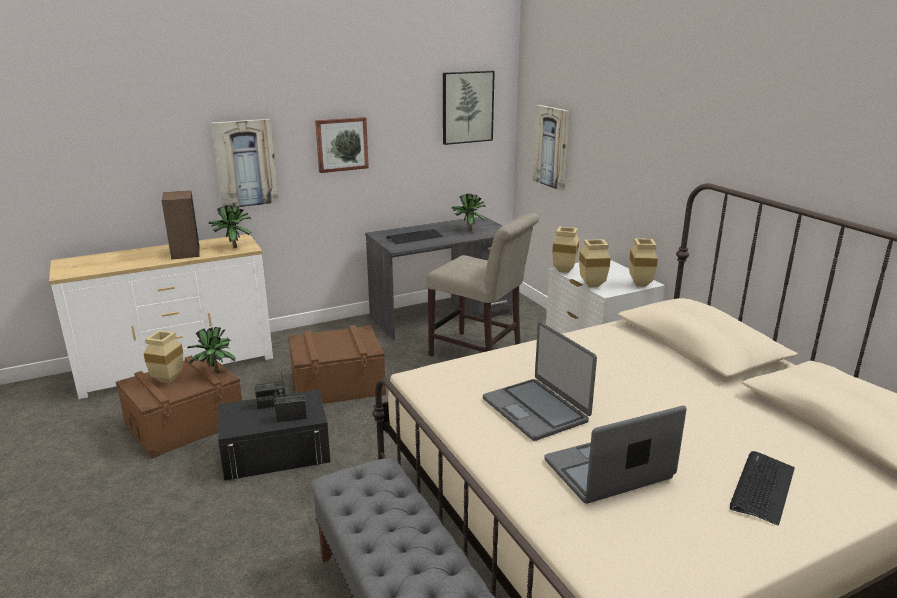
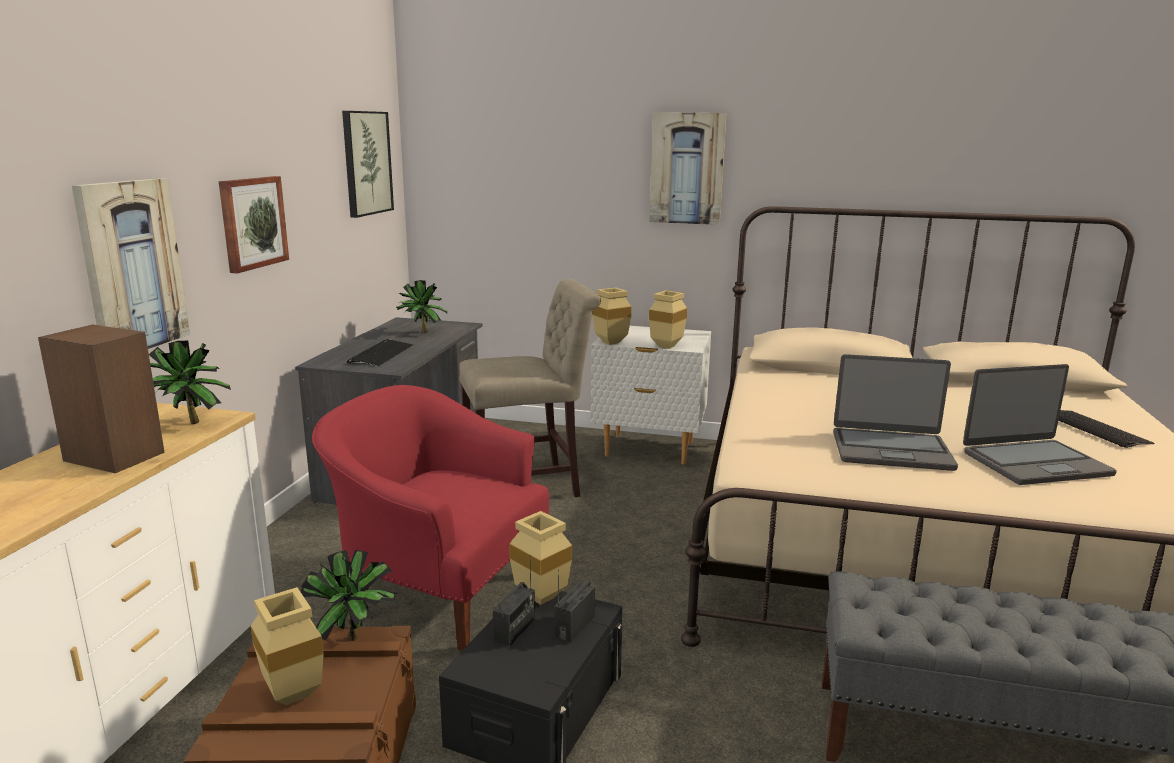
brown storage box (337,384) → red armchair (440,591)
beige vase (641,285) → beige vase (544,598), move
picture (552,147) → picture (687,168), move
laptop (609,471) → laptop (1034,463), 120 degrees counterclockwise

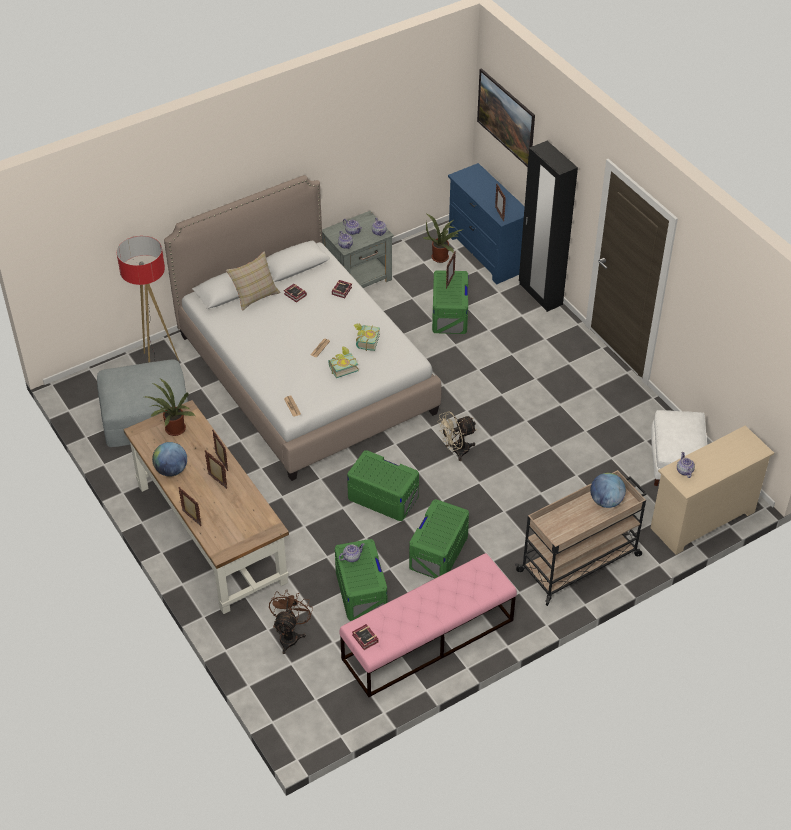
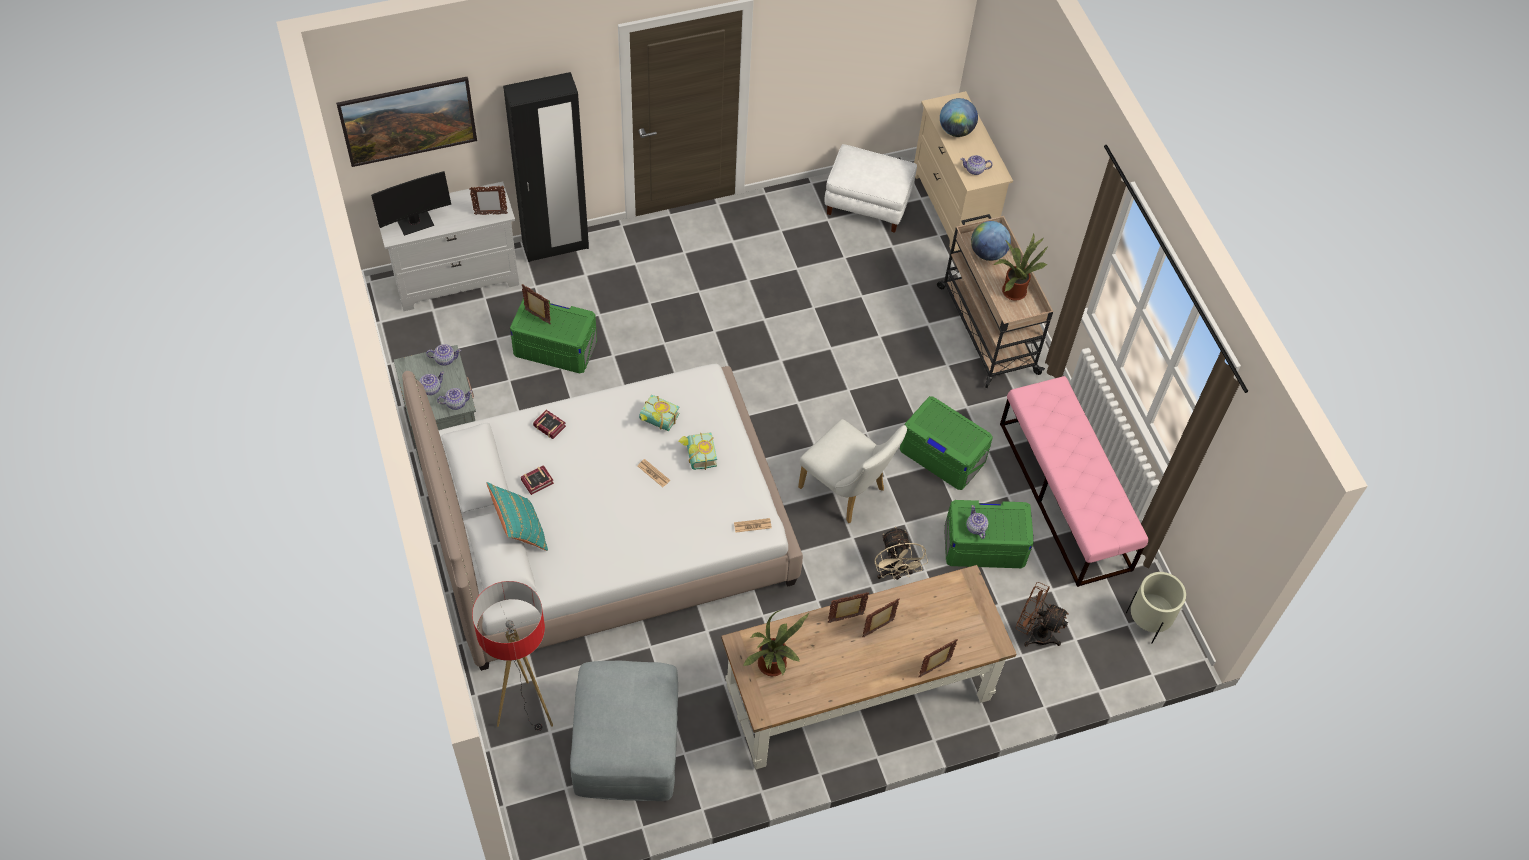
- → monitor (415,222)
blue dresser (486,254) → white dresser (457,280)
beige pillow (255,295) → turquoise pillow (520,530)
green storage box (383,497) → white chair (847,491)
beige fan (456,451) → beige fan (894,572), move
globe (171,470) → globe (956,130), move
potted plant (441,257) → potted plant (1012,289), move
- → beige planter (1147,622)
book (365,639) → -

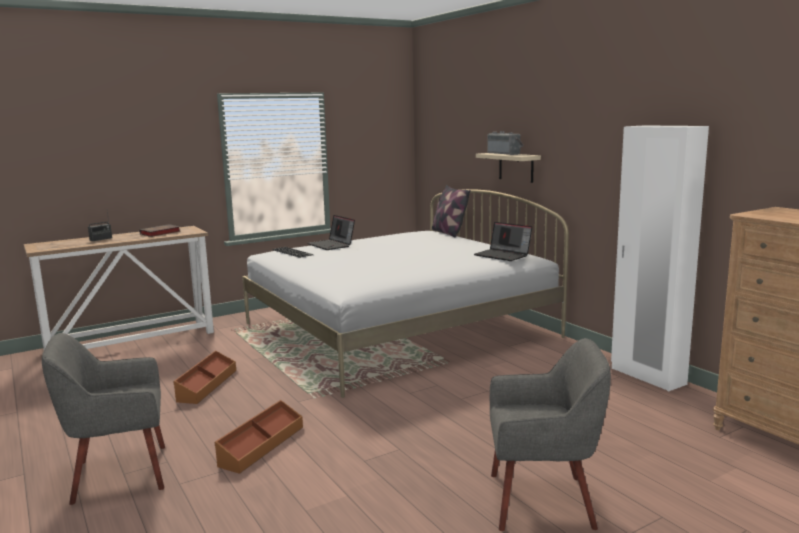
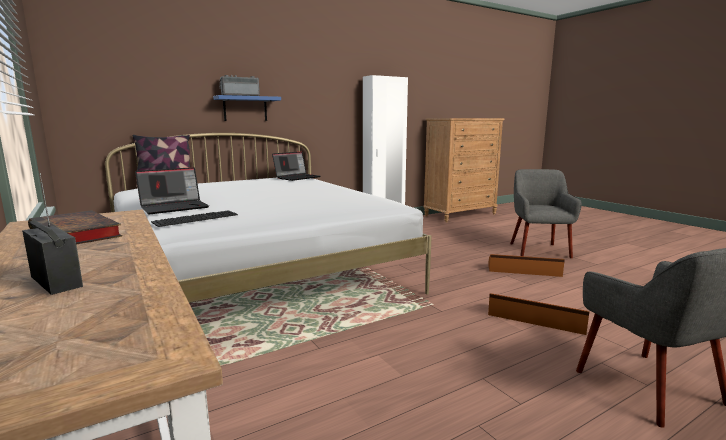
beige shelf (516,167) → blue shelf (245,108)
brown storage box (206,385) → brown storage box (524,271), move

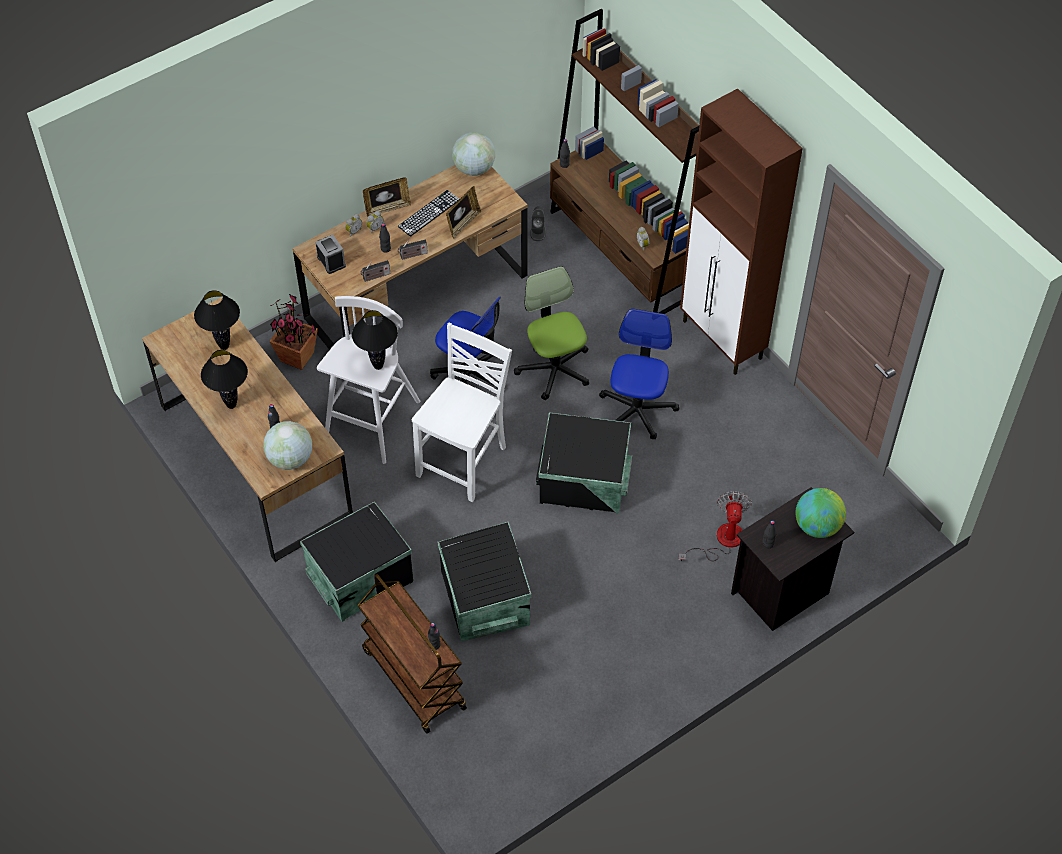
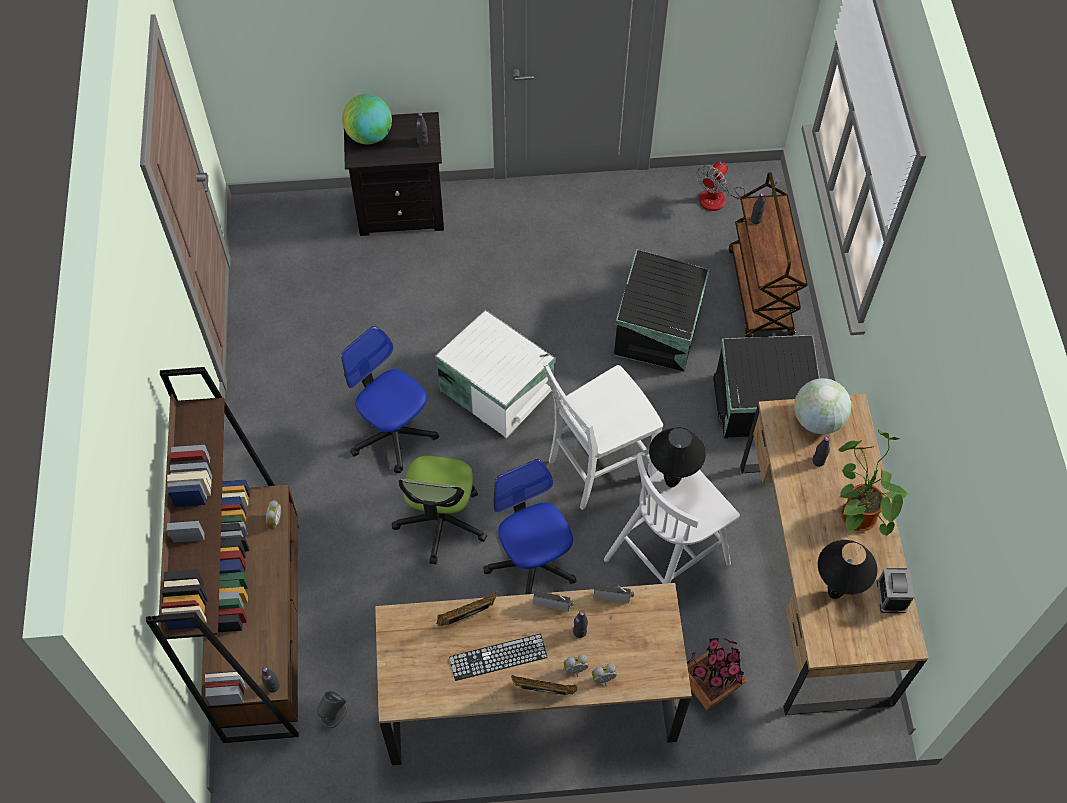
office chair (637,410) → office chair (393,433), 90 degrees clockwise
black storage box (584,481) → white storage box (496,388)
fan (721,541) → fan (722,200), move
black table lamp (231,405) → potted plant (855,513)
alarm clock (331,261) → alarm clock (891,596), move
globe (474,168) → -
brown cabinet (722,340) → -

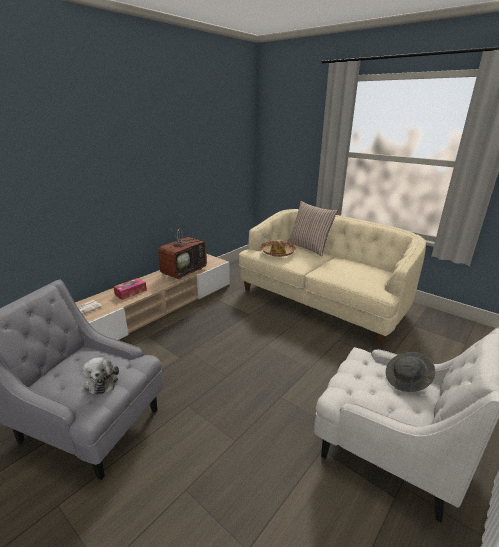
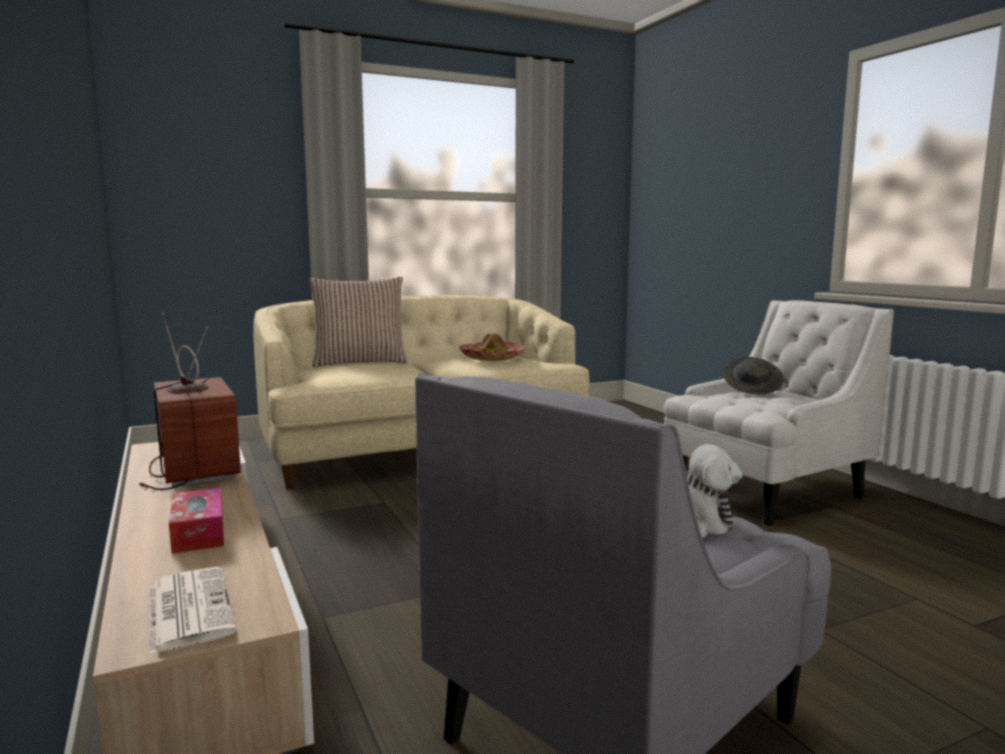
hat (277,252) → hat (492,358), move

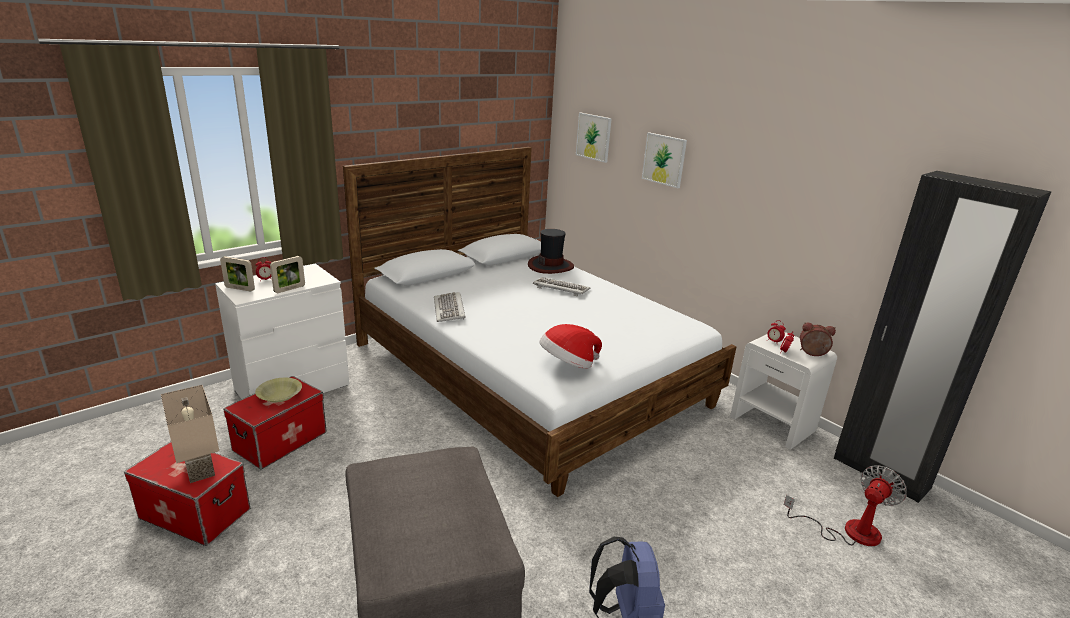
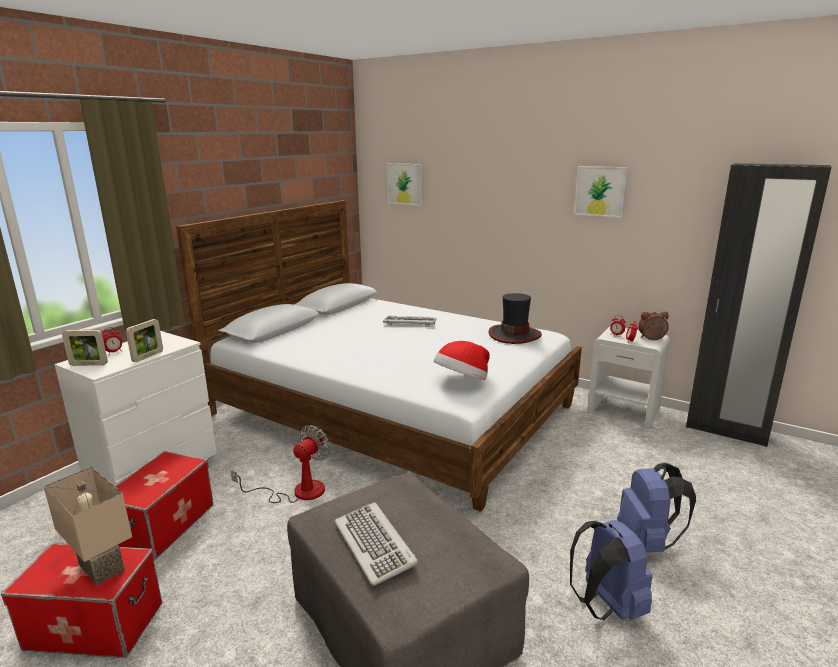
fan (848,531) → fan (297,491), move
keyboard (449,309) → keyboard (375,545), move
hat (550,266) → hat (514,335), move
picture (664,159) → picture (600,191), move
- → blue backpack (647,542)
yellow bowl (280,396) → -

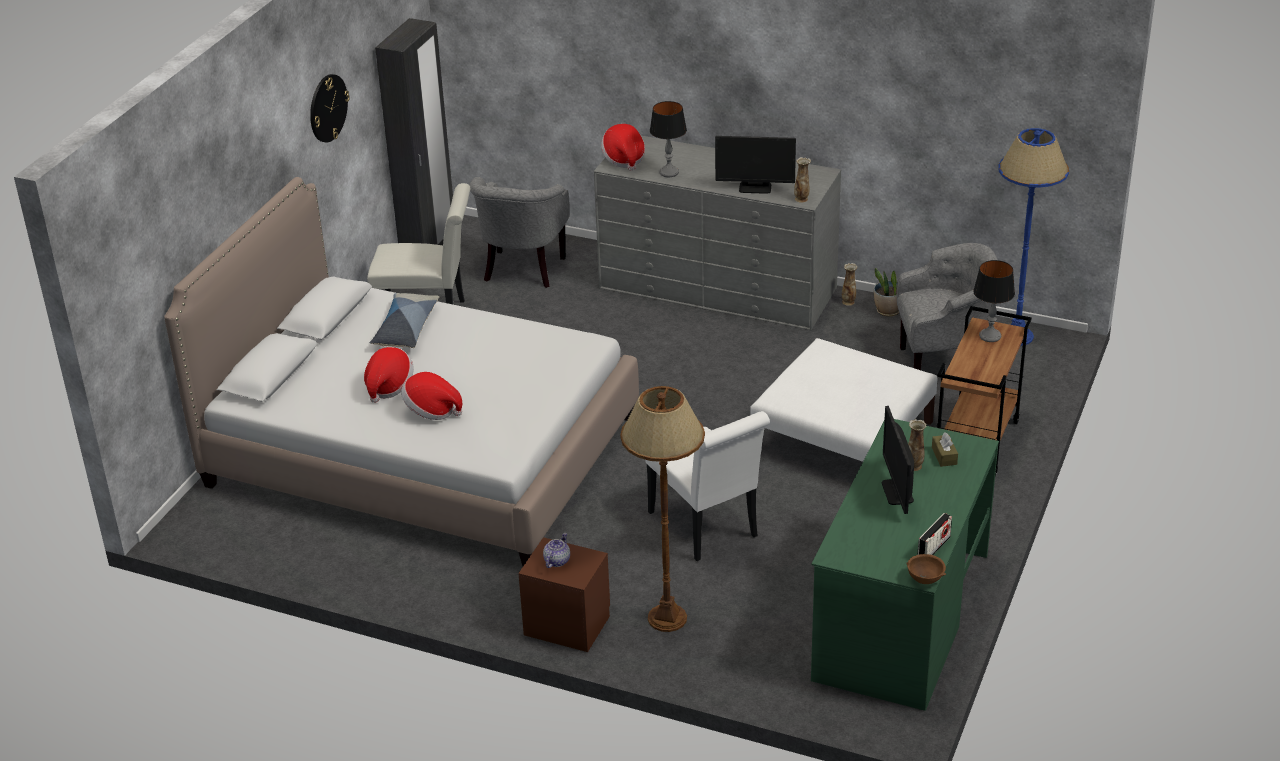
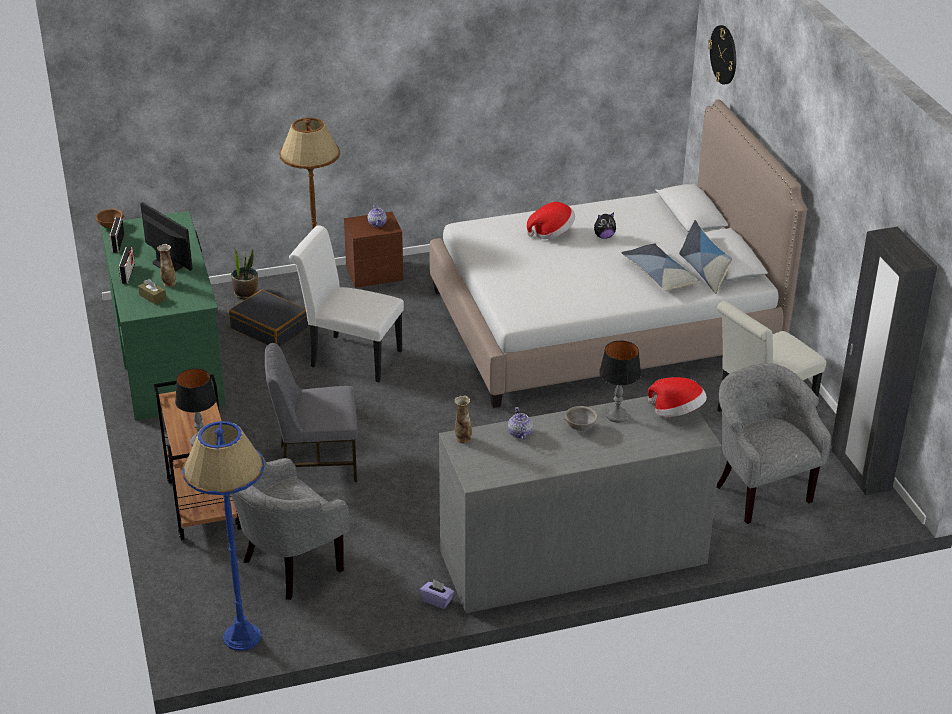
- → radio (128,274)
- → black suitcase (270,328)
potted plant (888,311) → potted plant (246,294), move
white ottoman (843,437) → grey chair (316,462)
vase (848,302) → purple tissue box (437,600)
monitor (755,188) → teapot (519,433)
- → grey bowl (580,427)
hat (389,386) → plush toy (604,236)
- → pillow (703,272)
wall clock (328,108) → wall clock (724,54), move

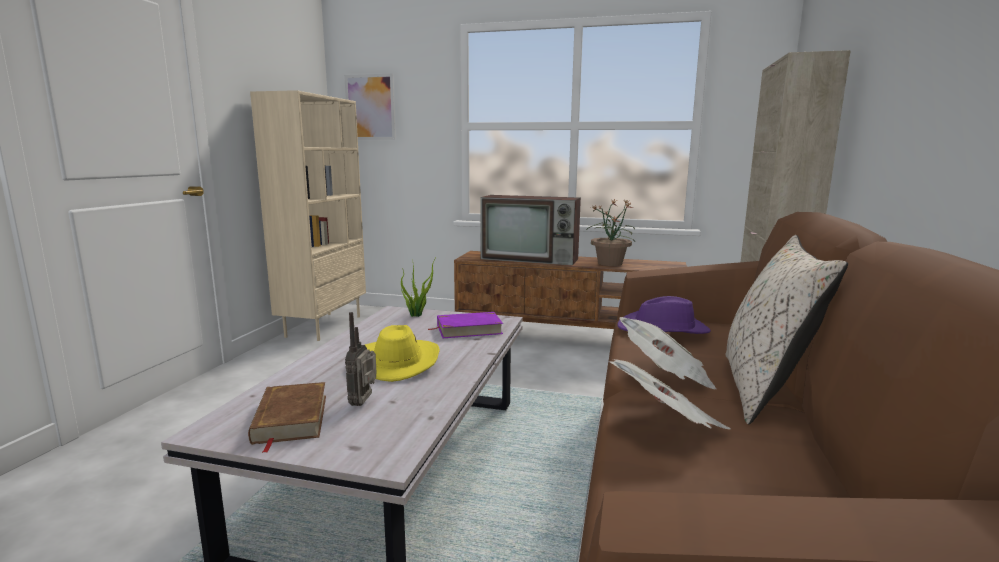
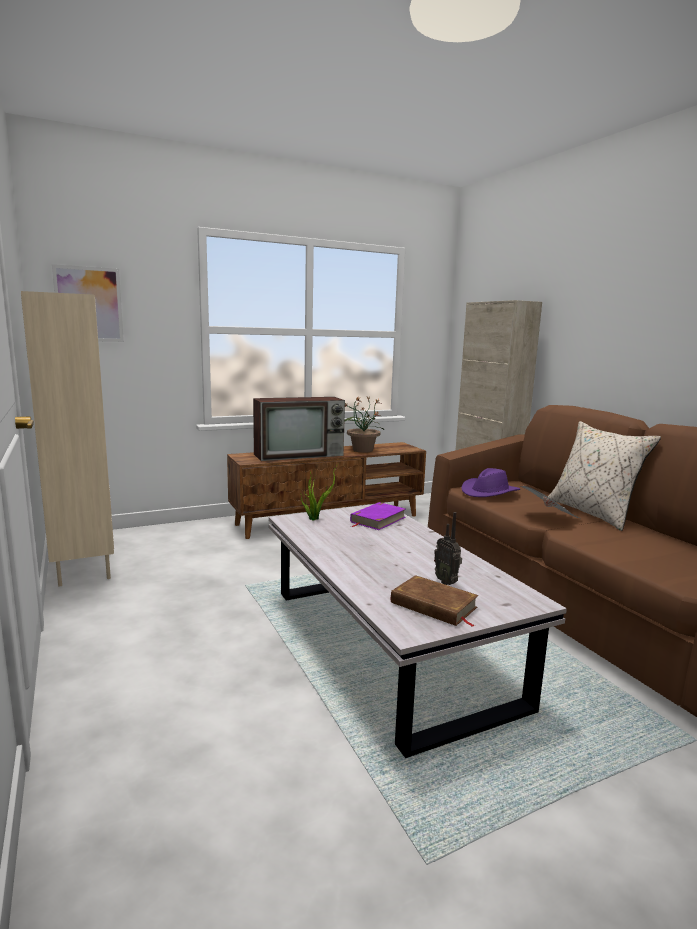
yellow hat (397,362) → -
newspaper (666,423) → -

